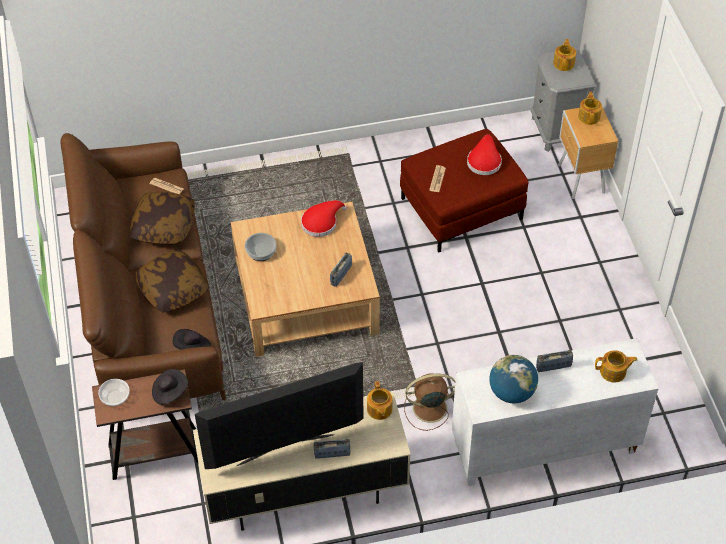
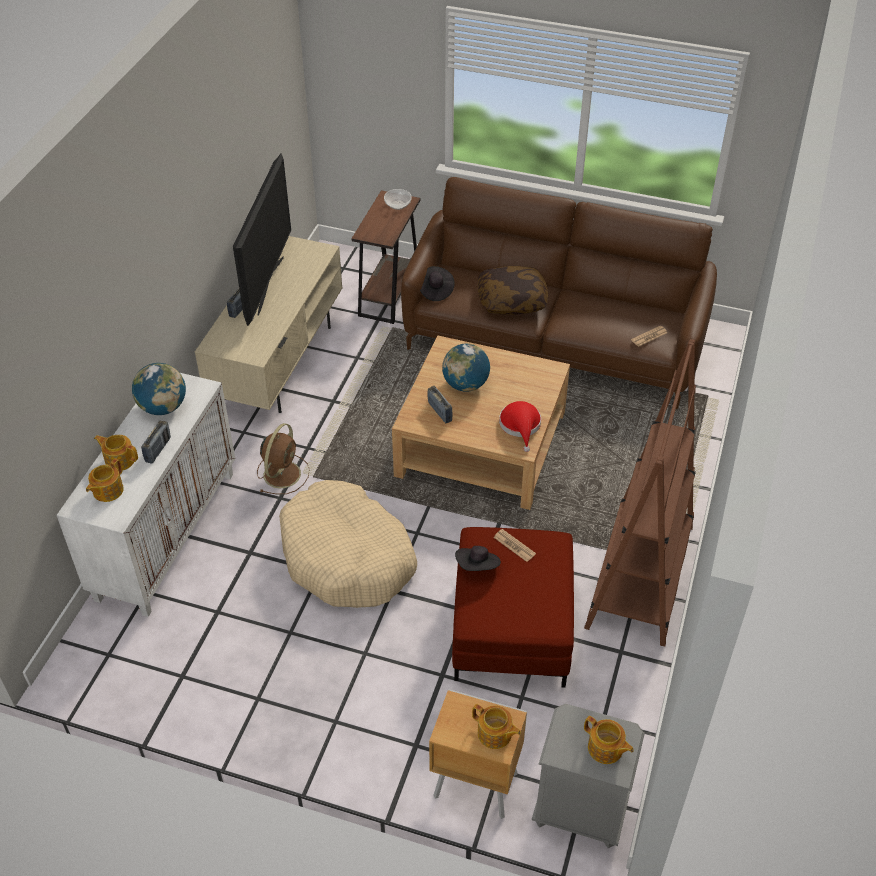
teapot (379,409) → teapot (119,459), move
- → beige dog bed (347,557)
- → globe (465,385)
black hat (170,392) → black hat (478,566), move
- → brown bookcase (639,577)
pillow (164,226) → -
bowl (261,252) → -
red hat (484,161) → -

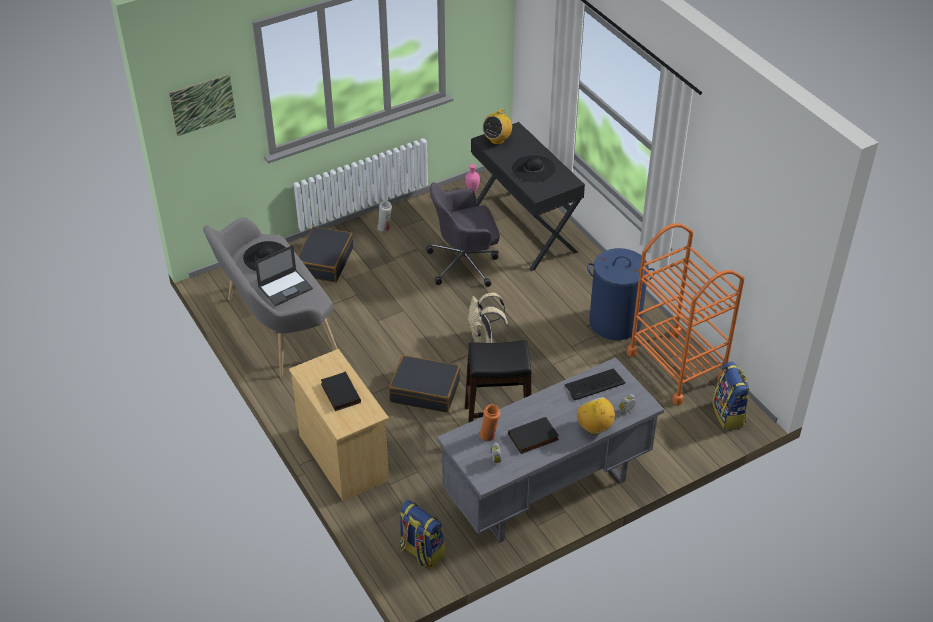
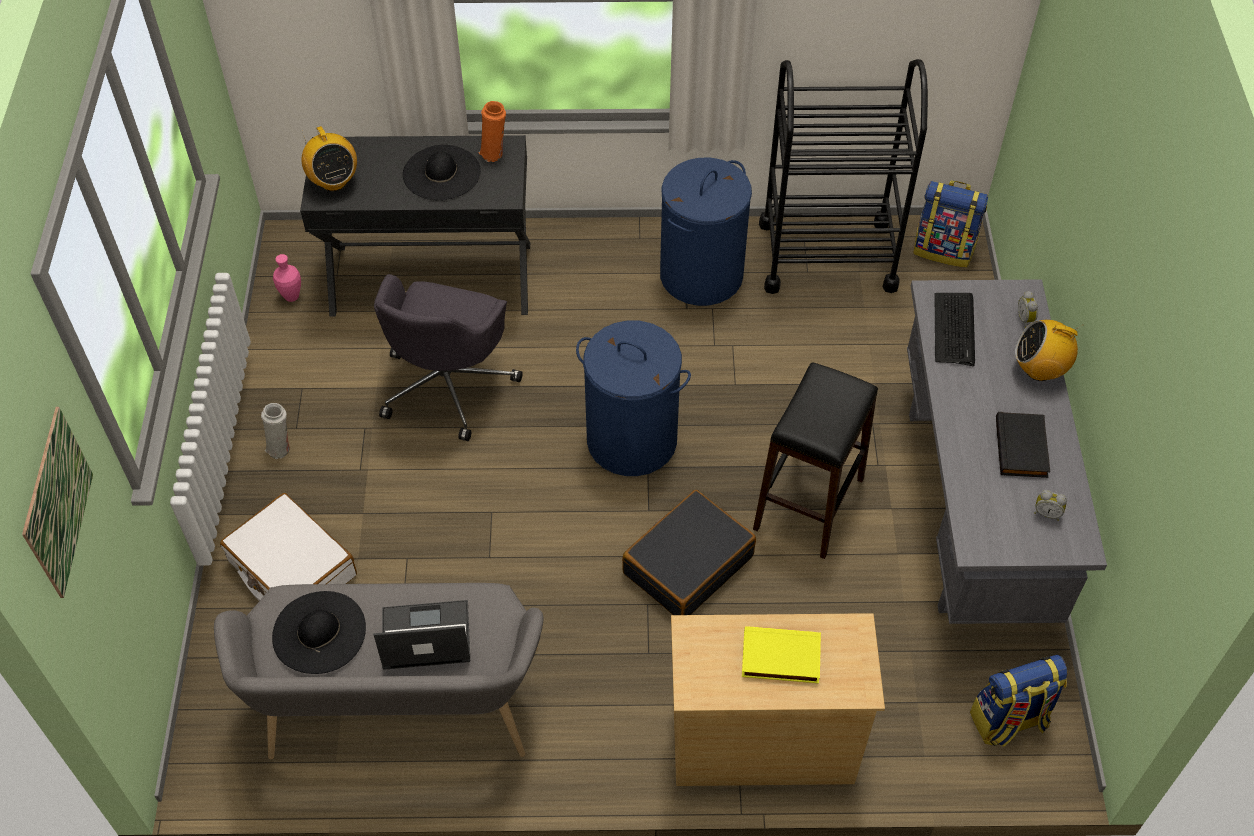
black suitcase (324,261) → white suitcase (291,568)
laptop (285,287) → laptop (424,636), 90 degrees counterclockwise
orange vase (489,436) → orange vase (494,153), move
beige backpack (484,340) → blue laundry basket (632,440)
black book (339,393) → yellow book (780,659)
orange cart (676,366) → black cart (827,255)

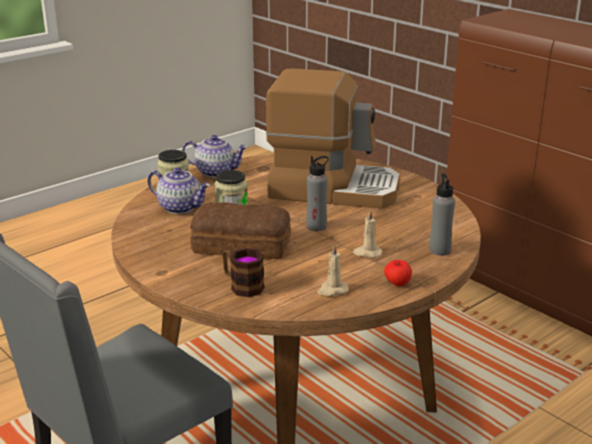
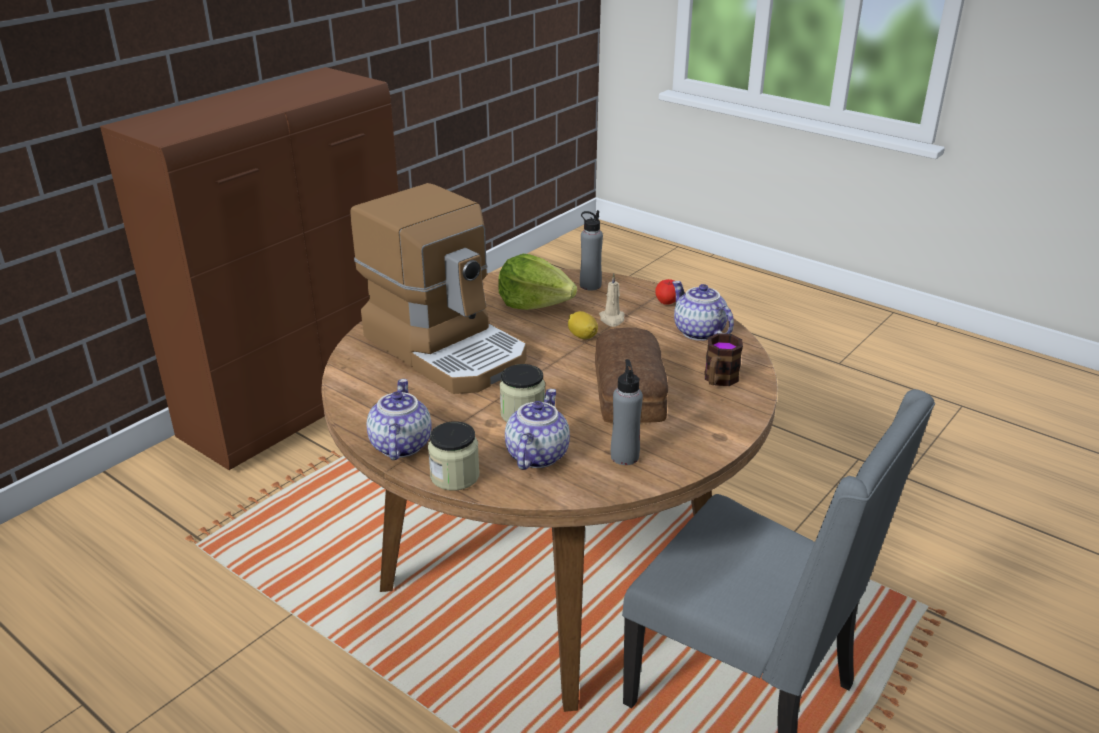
coffee machine (333,188) → coffee machine (447,348), 135 degrees clockwise
- → lettuce (534,303)
- → lemon (582,336)
grey bottle (316,226) → grey bottle (624,456), move
beige candle (332,290) → teapot (697,332)

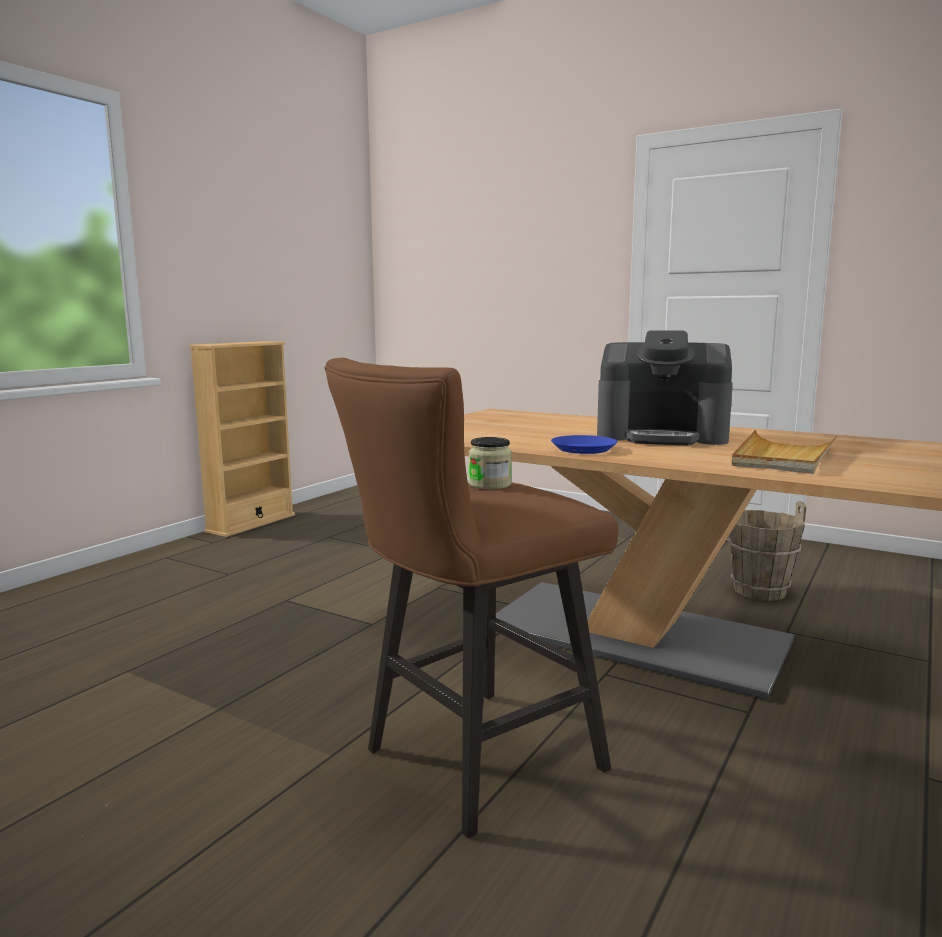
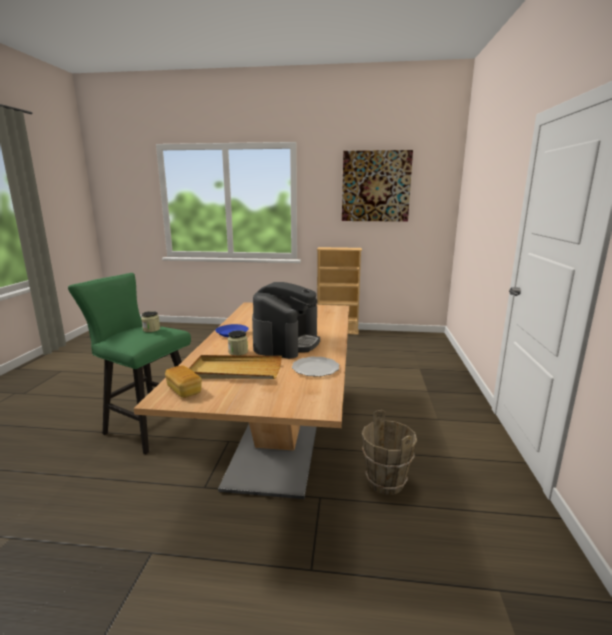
brown stool (470,763) → green stool (146,425)
- → bread (184,390)
- → jar (238,352)
coffee machine (662,436) → coffee machine (286,343), 150 degrees counterclockwise
- → plate (316,368)
- → picture (376,186)

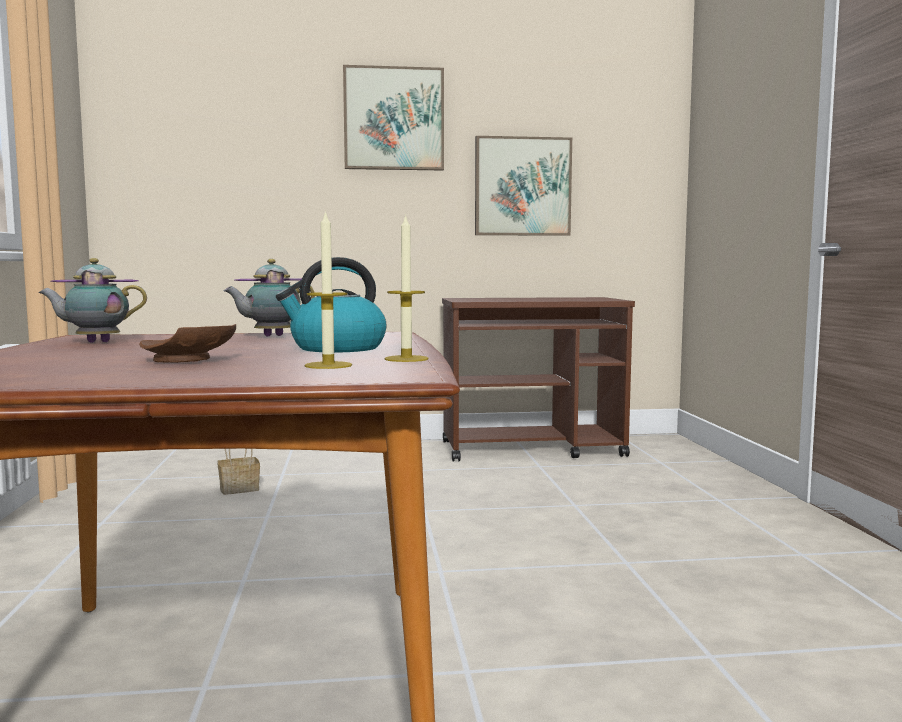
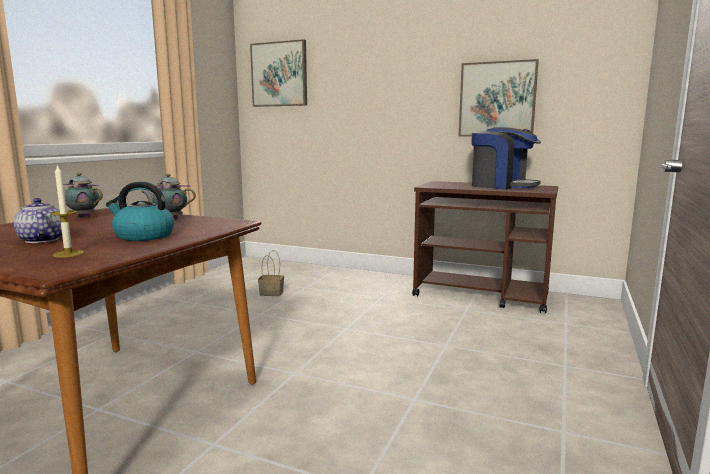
brown plate (187,361) → teapot (41,240)
picture (393,119) → picture (279,74), move
- → coffee machine (502,186)
candle (406,359) → -

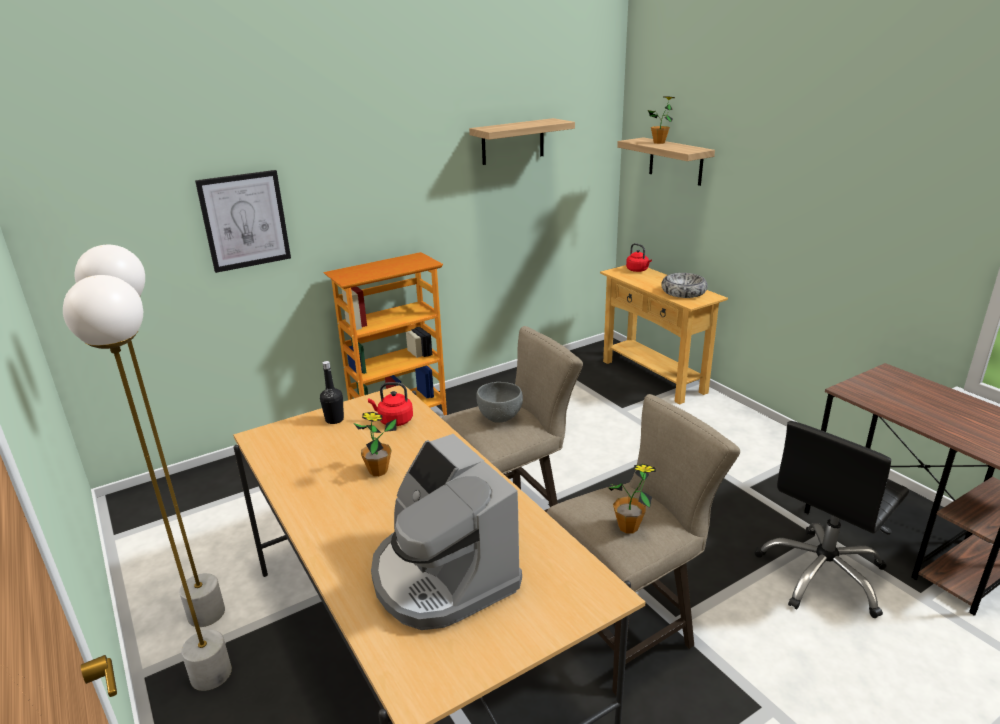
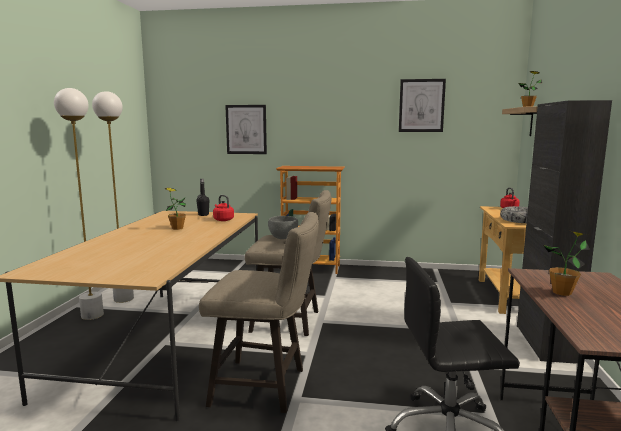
shelf (513,141) → picture (421,105)
- → black cabinet (545,343)
potted plant (628,527) → potted plant (562,292), move
coffee machine (442,576) → -

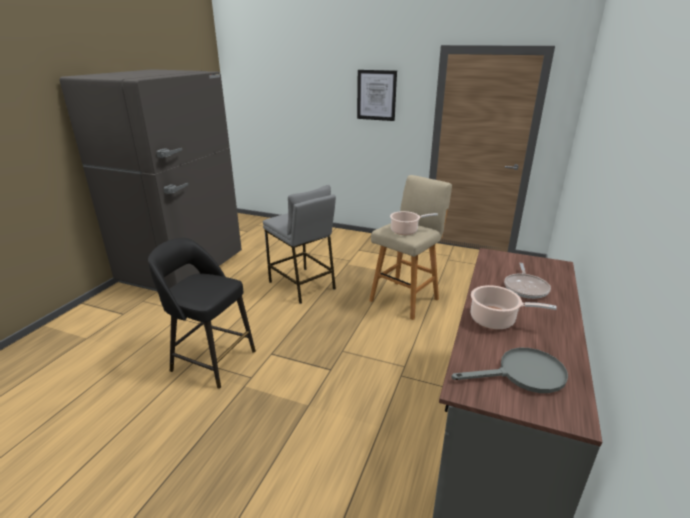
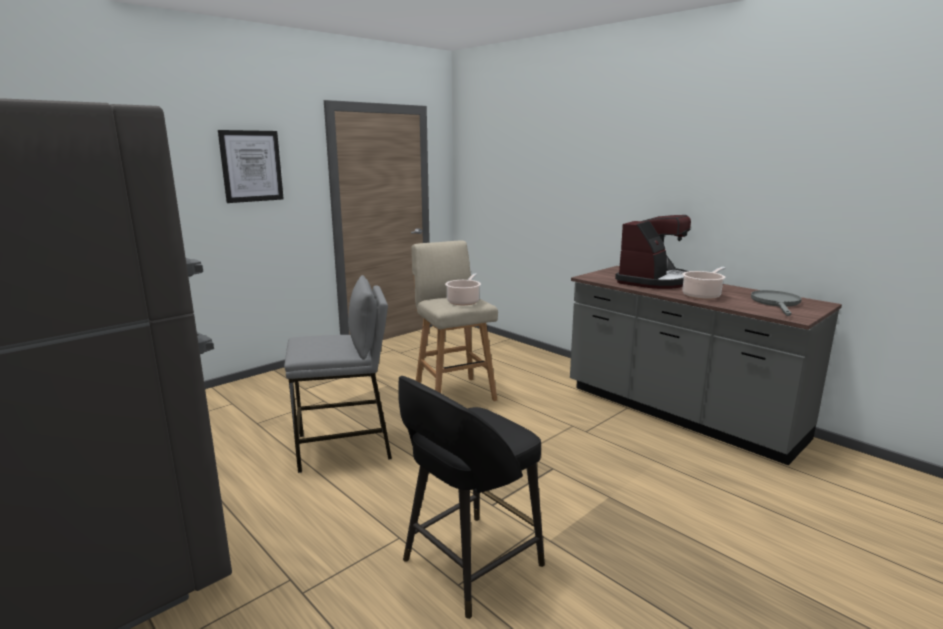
frying pan (525,288) → coffee machine (654,281)

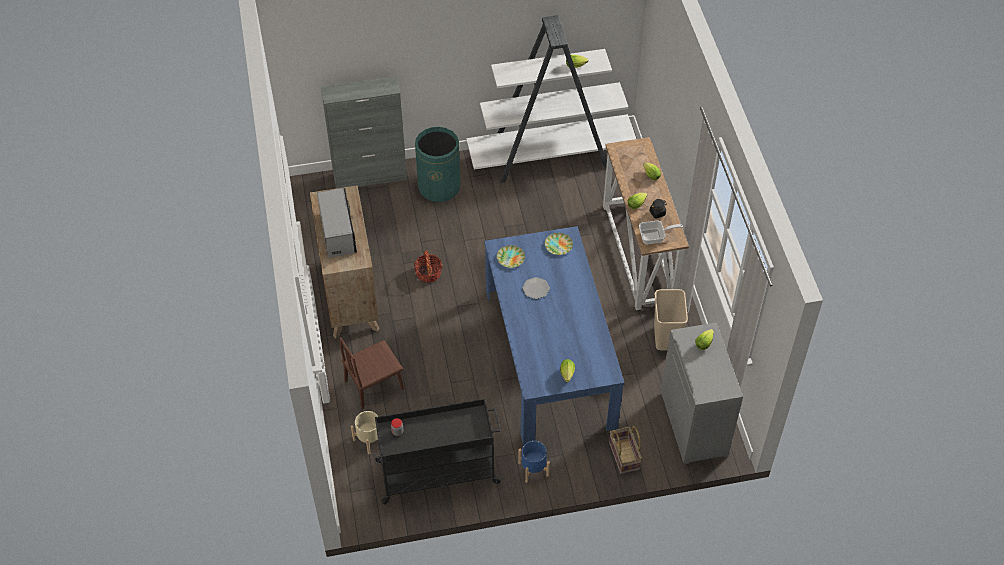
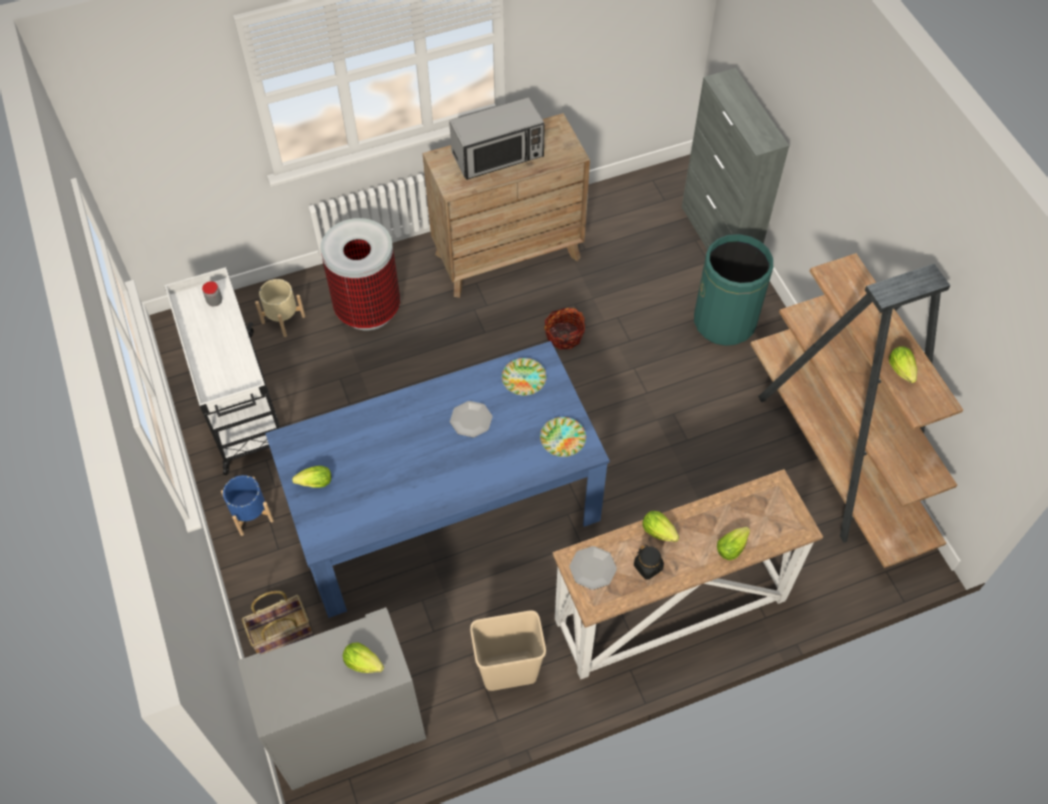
black cart (439,472) → white cart (239,403)
brown chair (374,384) → trash can (368,308)
frying pan (655,237) → plate (592,568)
white bookcase (551,156) → brown bookcase (835,457)

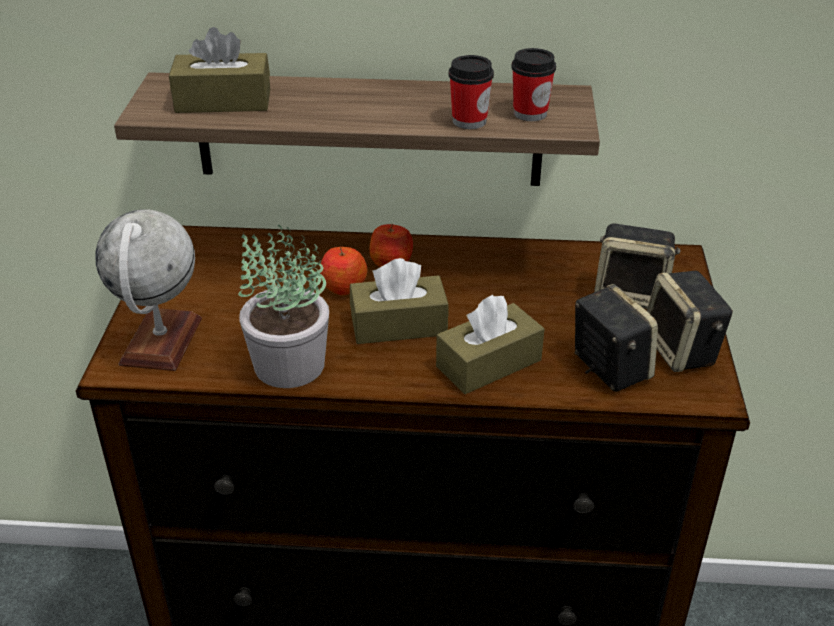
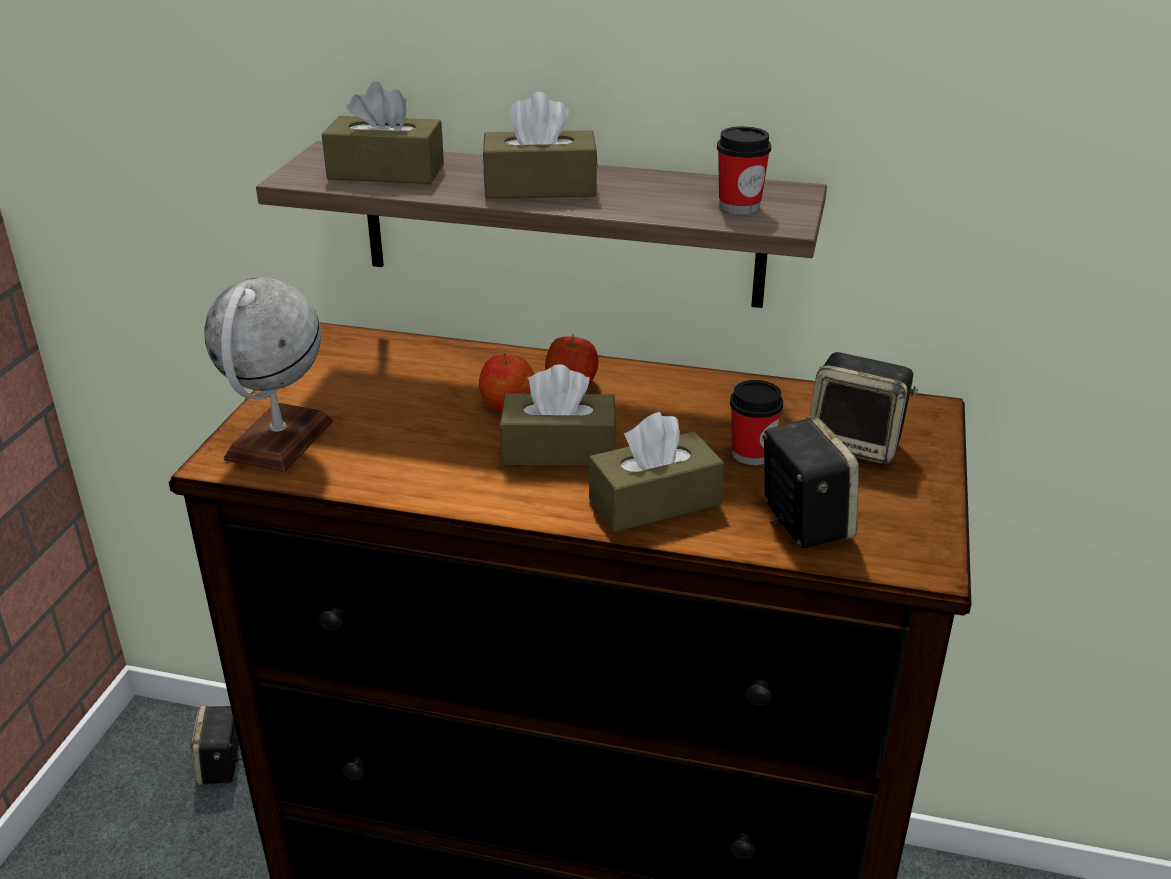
speaker (681,350) → speaker (221,766), move
- → brown tissue box (540,187)
cup (469,121) → cup (751,454), move
potted plant (288,365) → -

